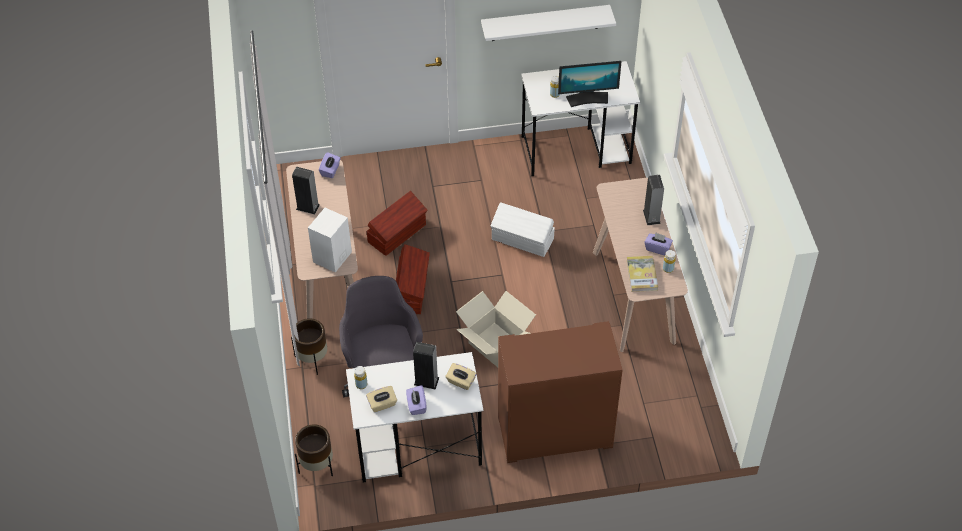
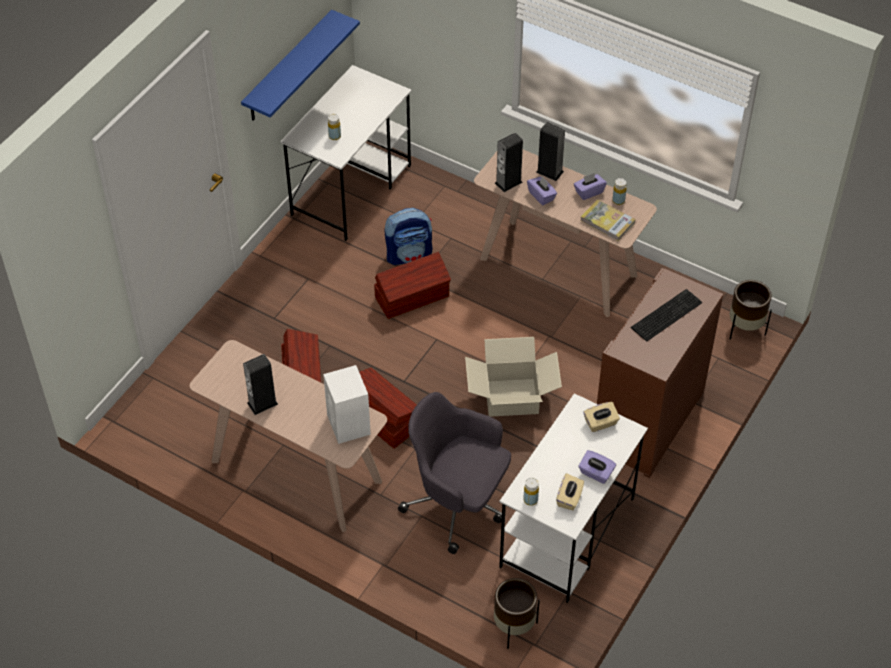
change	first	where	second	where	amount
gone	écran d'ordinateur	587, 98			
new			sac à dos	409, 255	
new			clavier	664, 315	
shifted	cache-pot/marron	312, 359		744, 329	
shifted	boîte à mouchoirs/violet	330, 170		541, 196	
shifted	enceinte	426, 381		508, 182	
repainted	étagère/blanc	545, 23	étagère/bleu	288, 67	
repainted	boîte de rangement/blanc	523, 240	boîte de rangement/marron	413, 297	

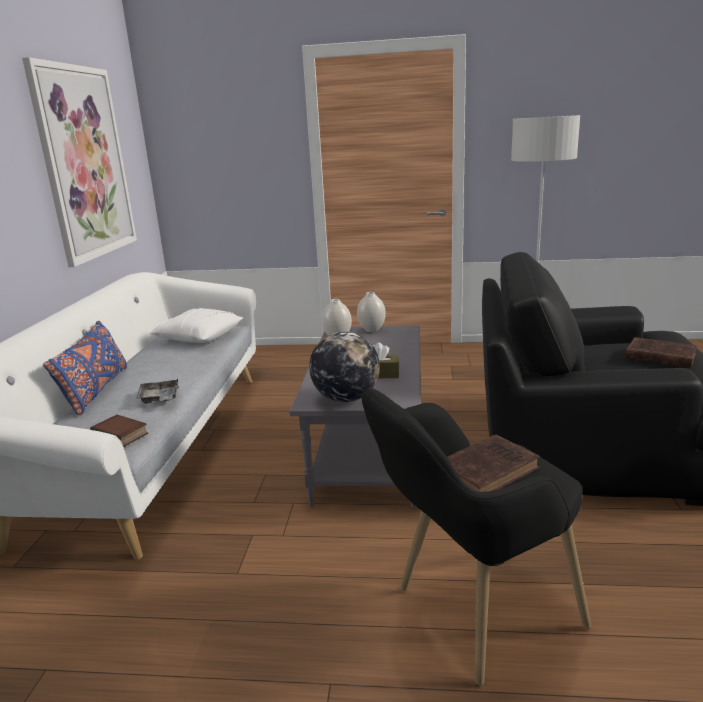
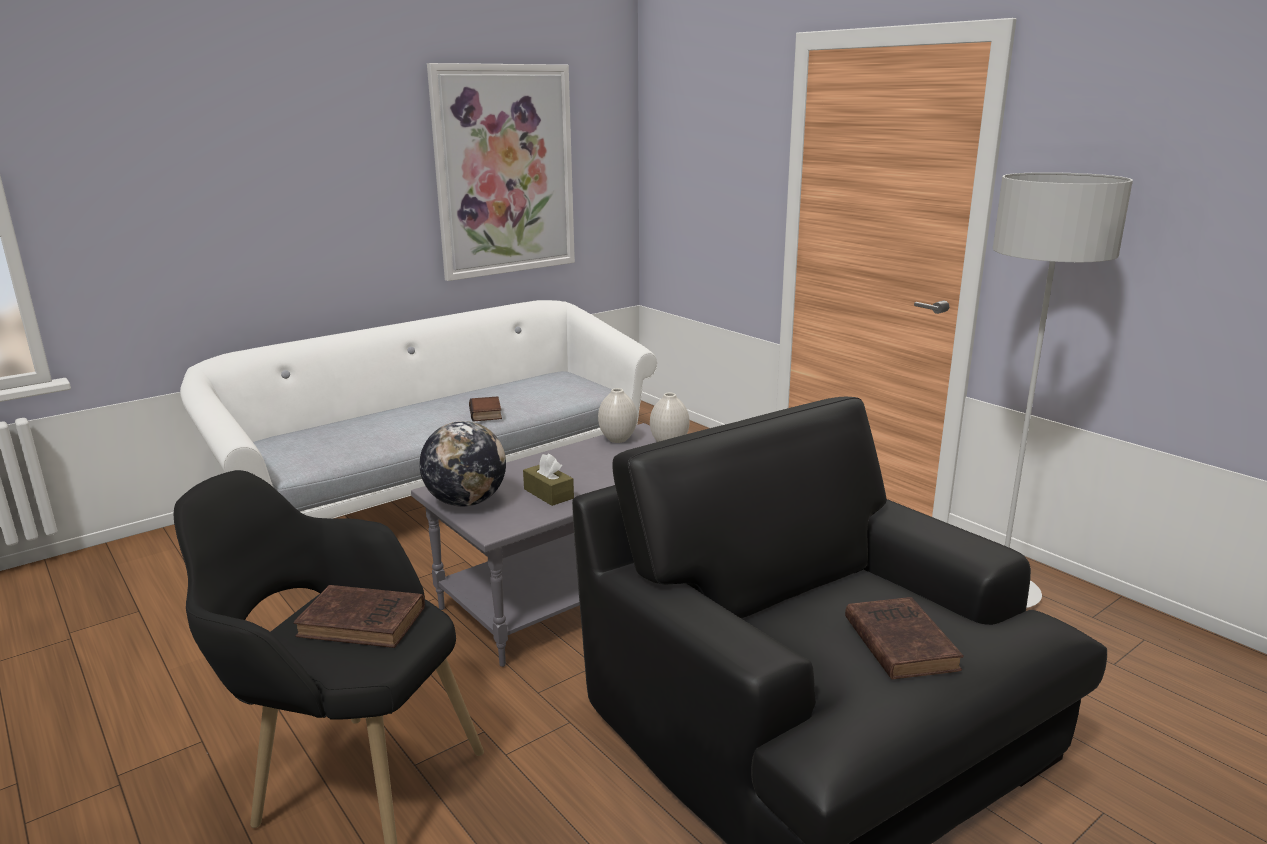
change	first	where	second	where	amount
gone	coussin/bleu	95, 390			
gone	plateau/gris	159, 398			
gone	coussin/blanc	199, 337			
shifted	livre	122, 435		487, 413	

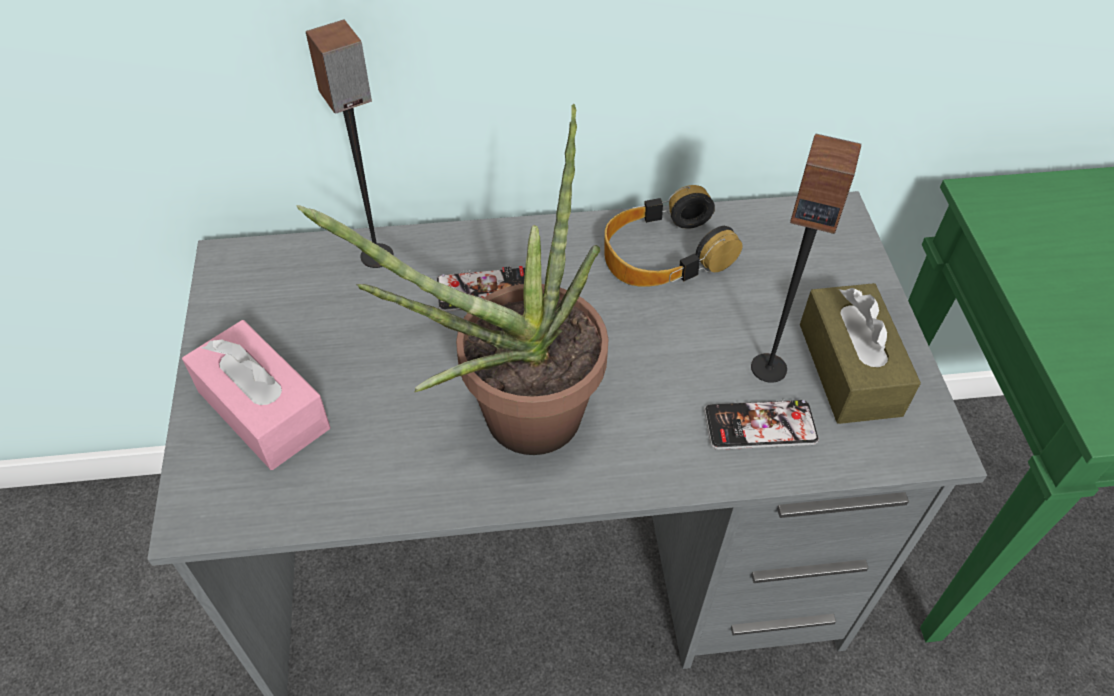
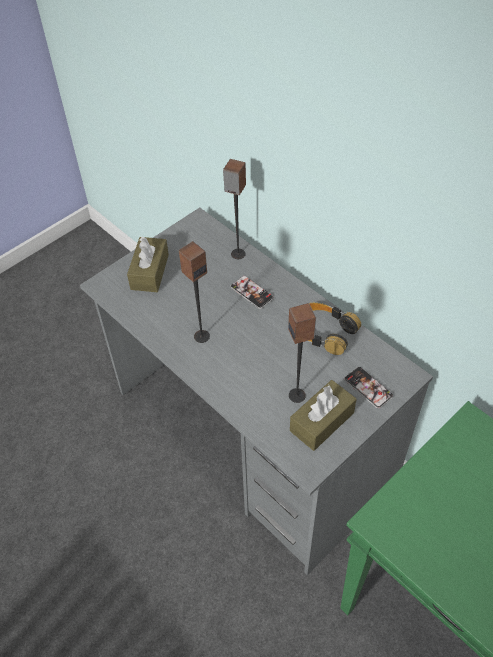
change	first	where	second	where	amount
shifted	téléphone	760, 426		368, 388	
swapped	plante en pot	512, 423	enceinte	201, 336	
repainted	boîte à mouchoirs/rose	263, 410	boîte à mouchoirs/marron	150, 272	

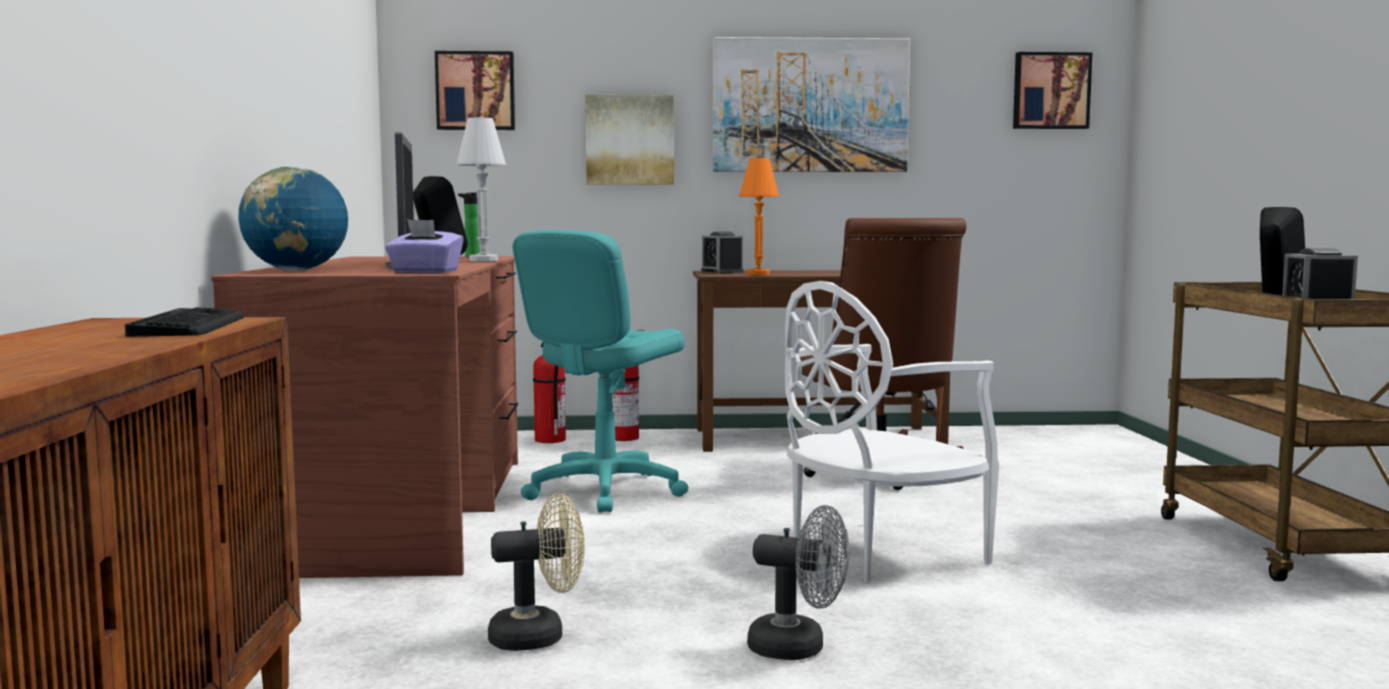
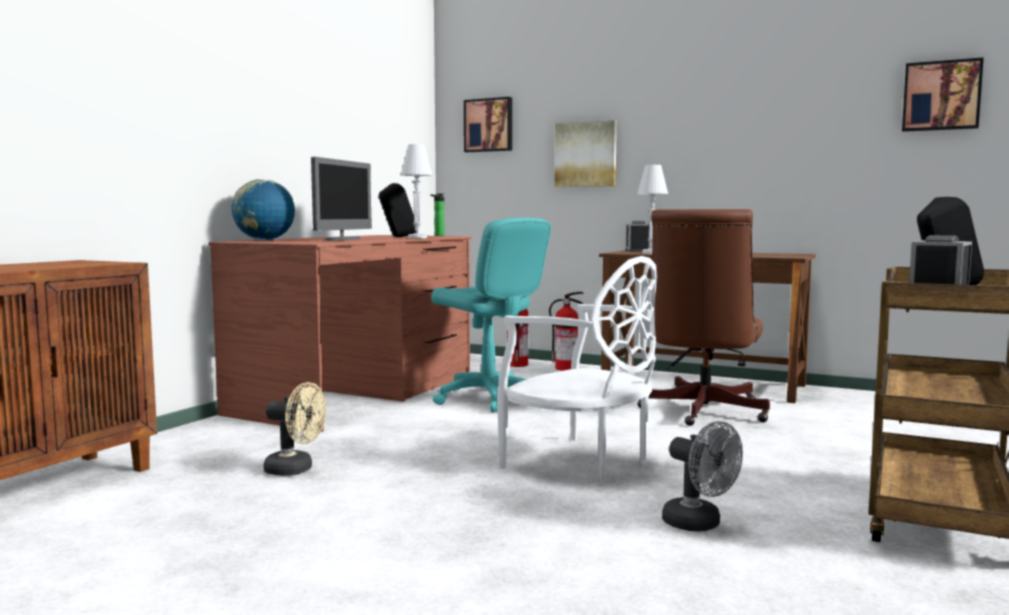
change	first	where	second	where	amount
gone	clavier	190, 326			
gone	boîte à mouchoirs/violet	425, 272			
gone	tableau	810, 105			
shifted	ventilateur/gris	799, 648		699, 524	
repainted	lampe de table/orange	758, 274	lampe de table/blanc	651, 253	
rotated	chaise de bureau/turquoise	604, 491		488, 398	105 degrees counterclockwise
rotated	chaise/blanc	876, 554		581, 463	135 degrees counterclockwise

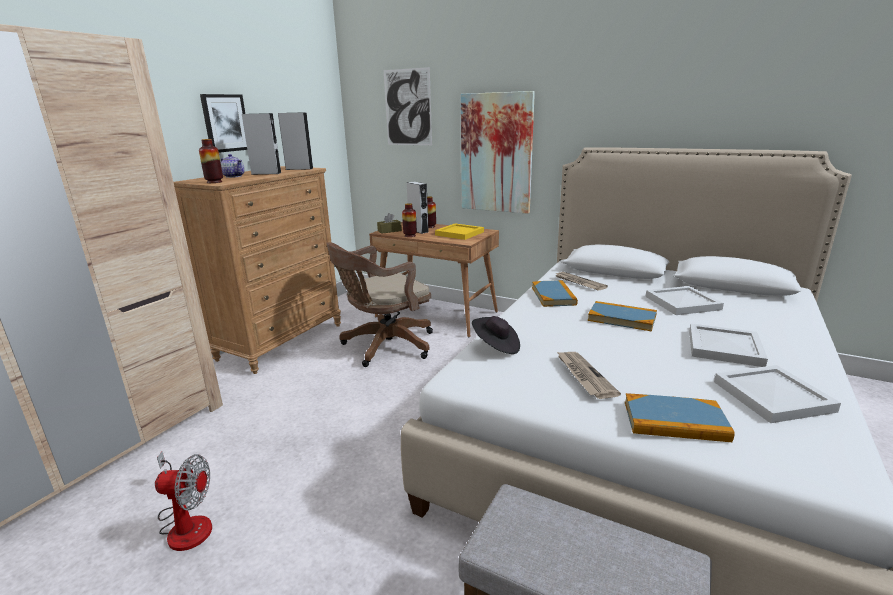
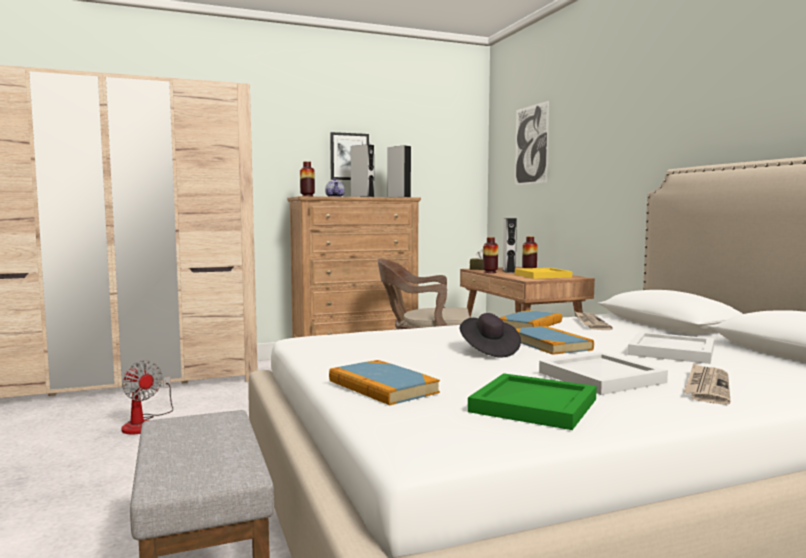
change	first	where	second	where	amount
gone	tableau	496, 153			
shifted	chapeau/noir	496, 346		488, 351	
shifted	journal	584, 376		706, 387	
repainted	plateau/blanc	772, 395	plateau/vert	536, 405	

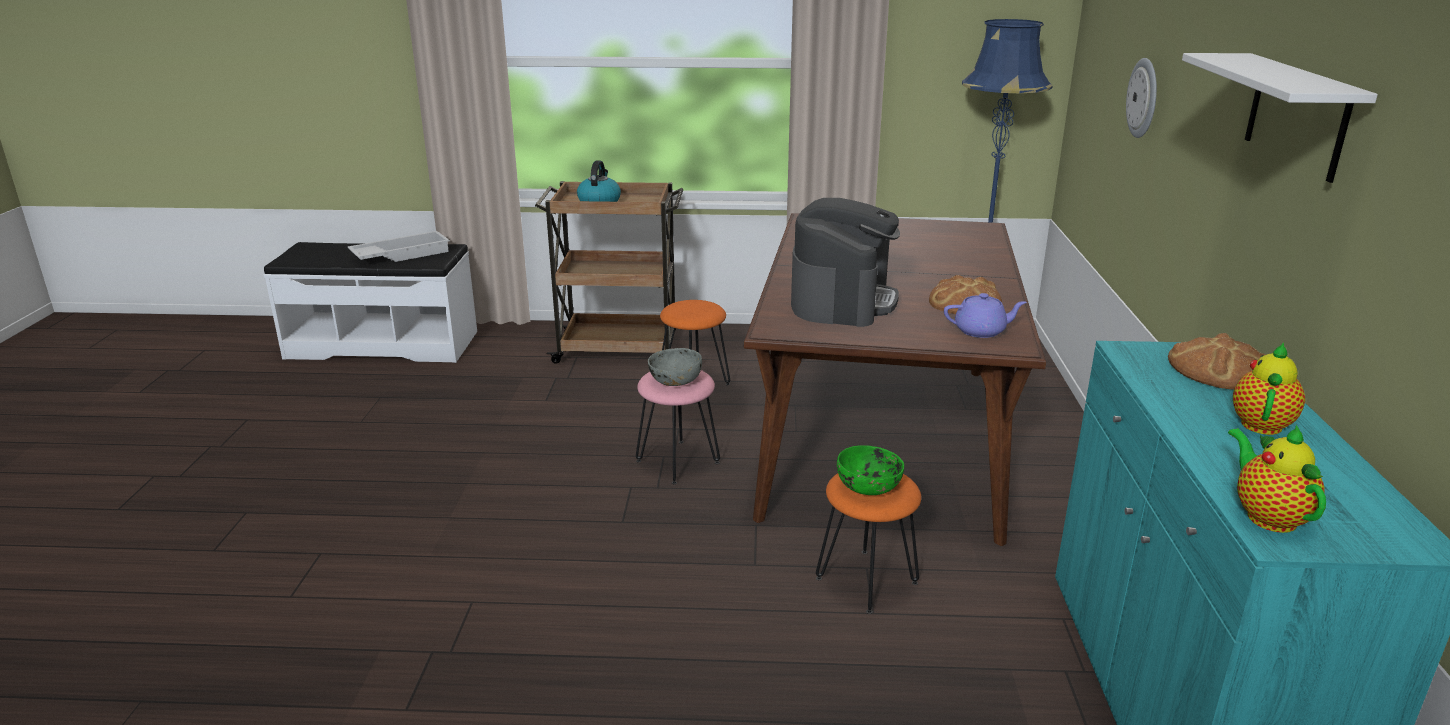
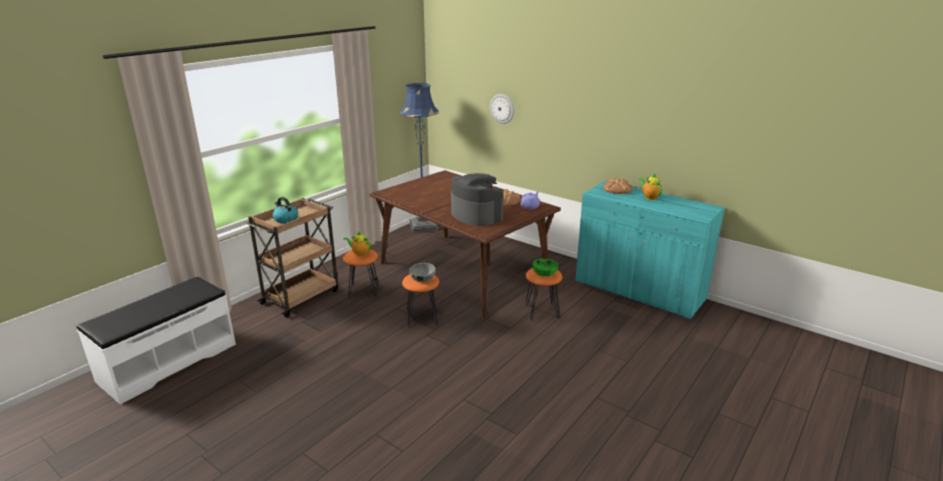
change	first	where	second	where	amount
gone	plateau/blanc	401, 254			
gone	étagère/blanc	1297, 116			
shifted	théière	1267, 516		359, 253	
repainted	tabouret/rose	677, 461	tabouret/orange	421, 318	

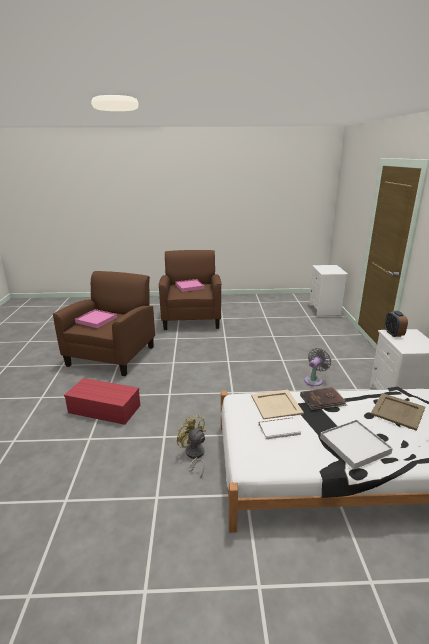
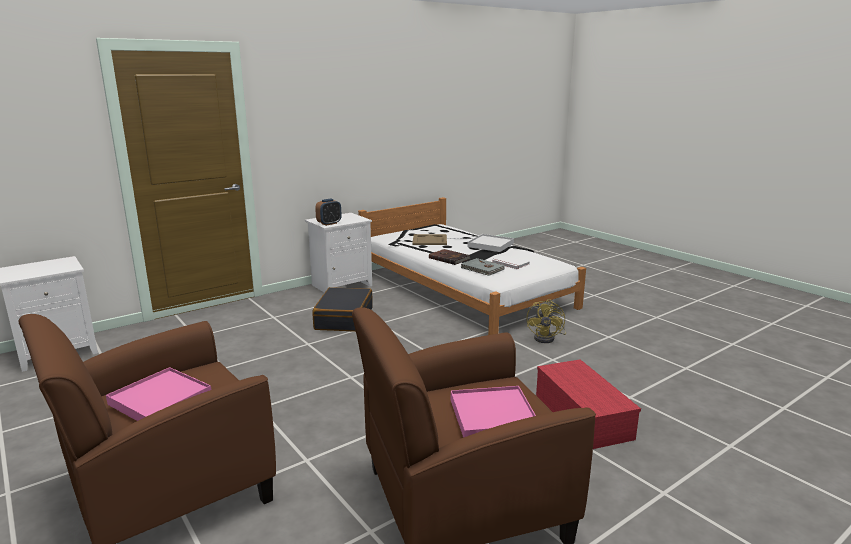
change	first	where	second	where	amount
swapped	plateau/beige	275, 404	livre/gris	482, 269	
swapped	ventilateur/gris	314, 380	valise/noir	343, 319	

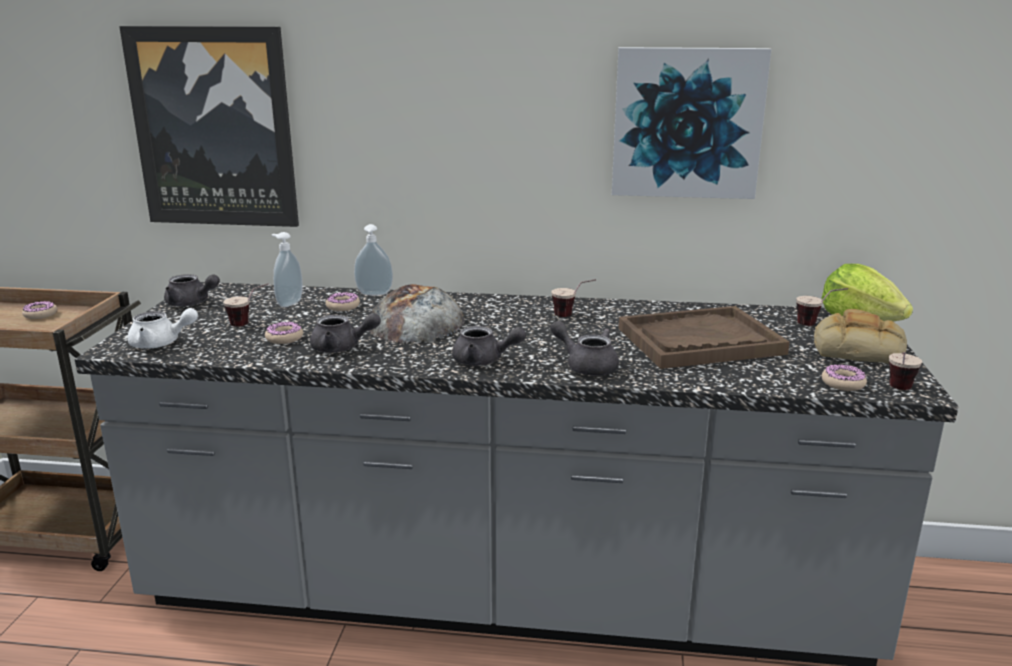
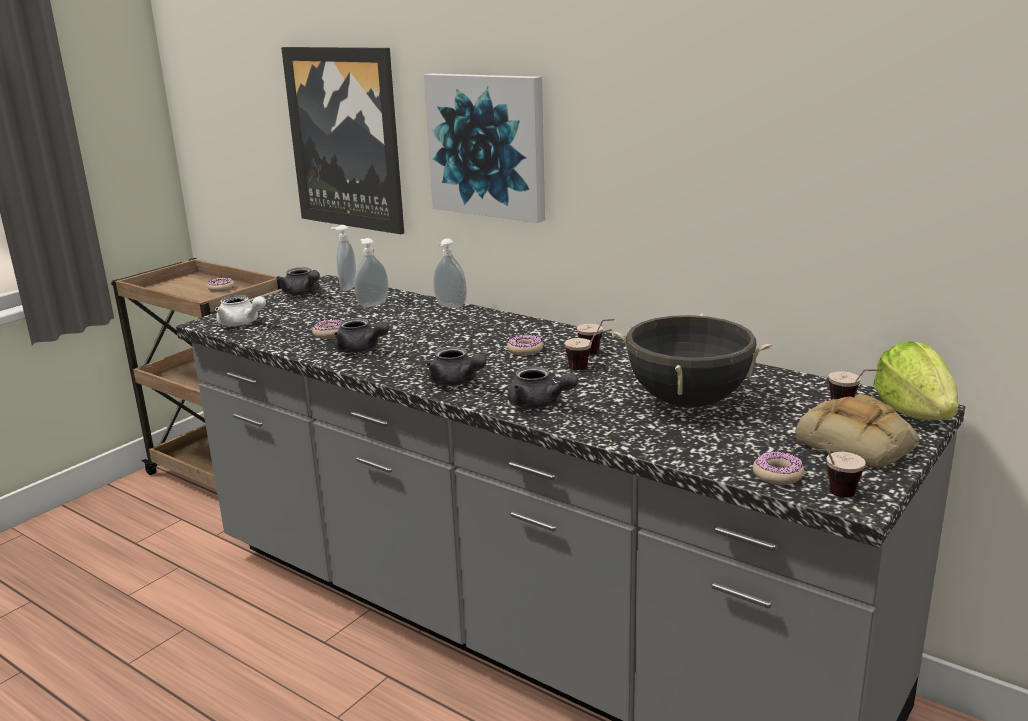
change	first	where	second	where	amount
gone	pain	416, 321			
new			distributeur de savon	347, 288	
shifted	tasse	250, 324		588, 369	
shifted	beignet	343, 306		525, 350	
shifted	tableau	687, 123		487, 145	
swapped	plateau/marron	699, 341	marmite/noir	687, 402	
rotated	théière/gris	586, 366		539, 404	150 degrees clockwise

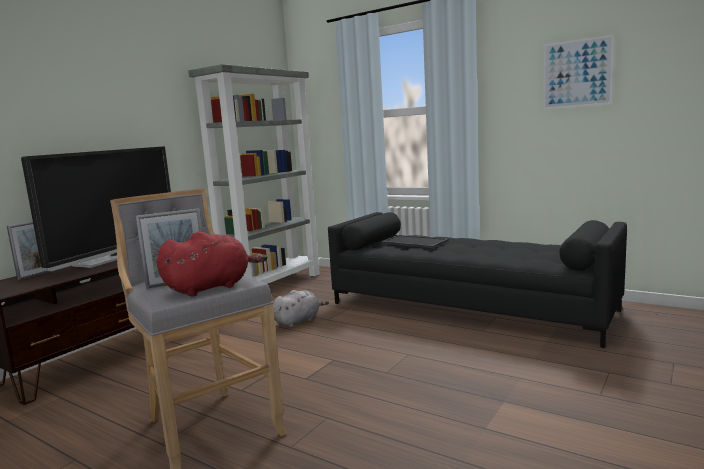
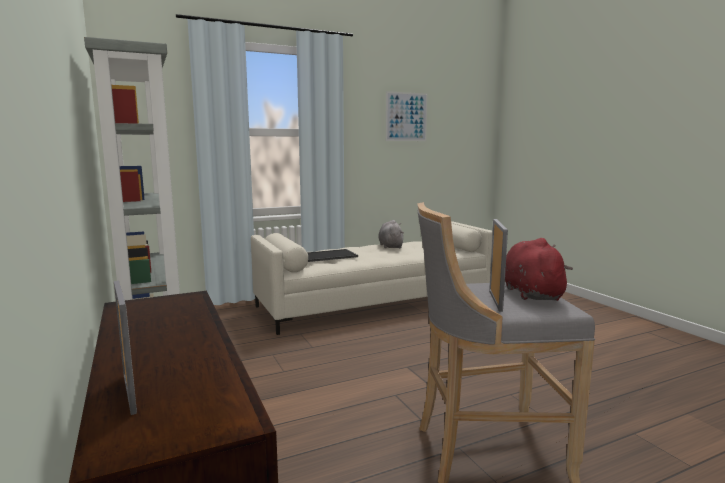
change	first	where	second	where	amount
gone	téléviseur	116, 257			
shifted	peluche/gris	298, 321		390, 246	
repainted	canapé/noir	469, 306	canapé/beige	375, 302	

